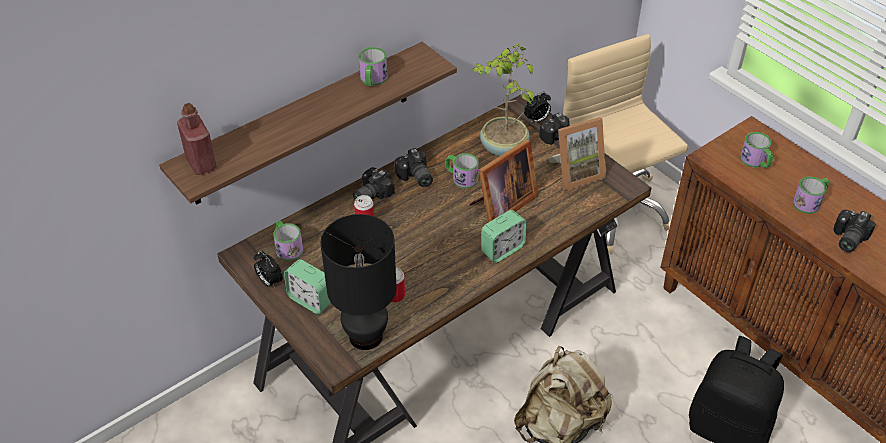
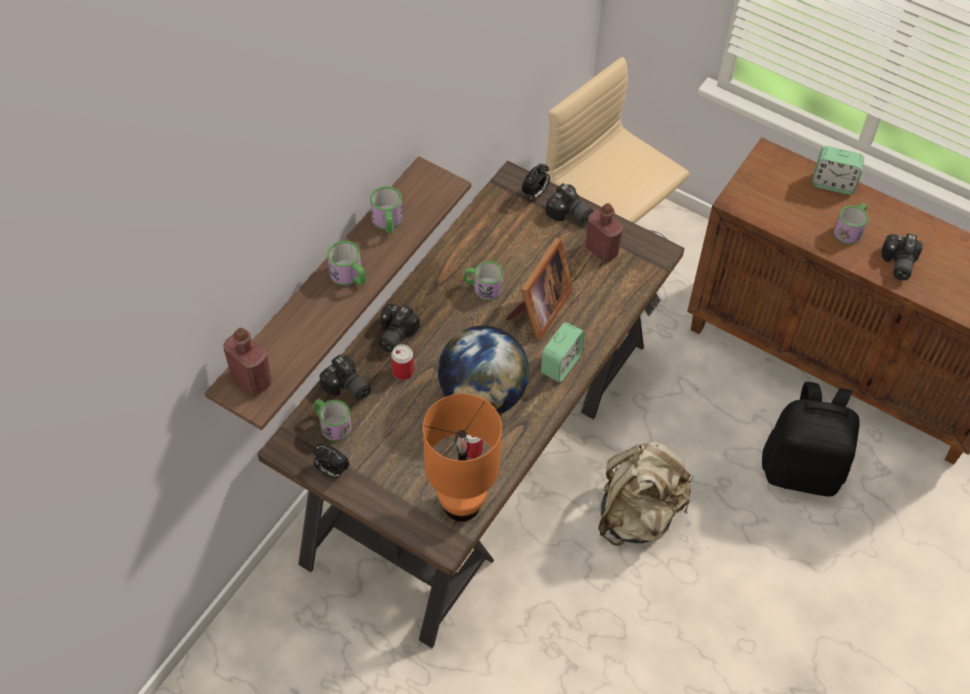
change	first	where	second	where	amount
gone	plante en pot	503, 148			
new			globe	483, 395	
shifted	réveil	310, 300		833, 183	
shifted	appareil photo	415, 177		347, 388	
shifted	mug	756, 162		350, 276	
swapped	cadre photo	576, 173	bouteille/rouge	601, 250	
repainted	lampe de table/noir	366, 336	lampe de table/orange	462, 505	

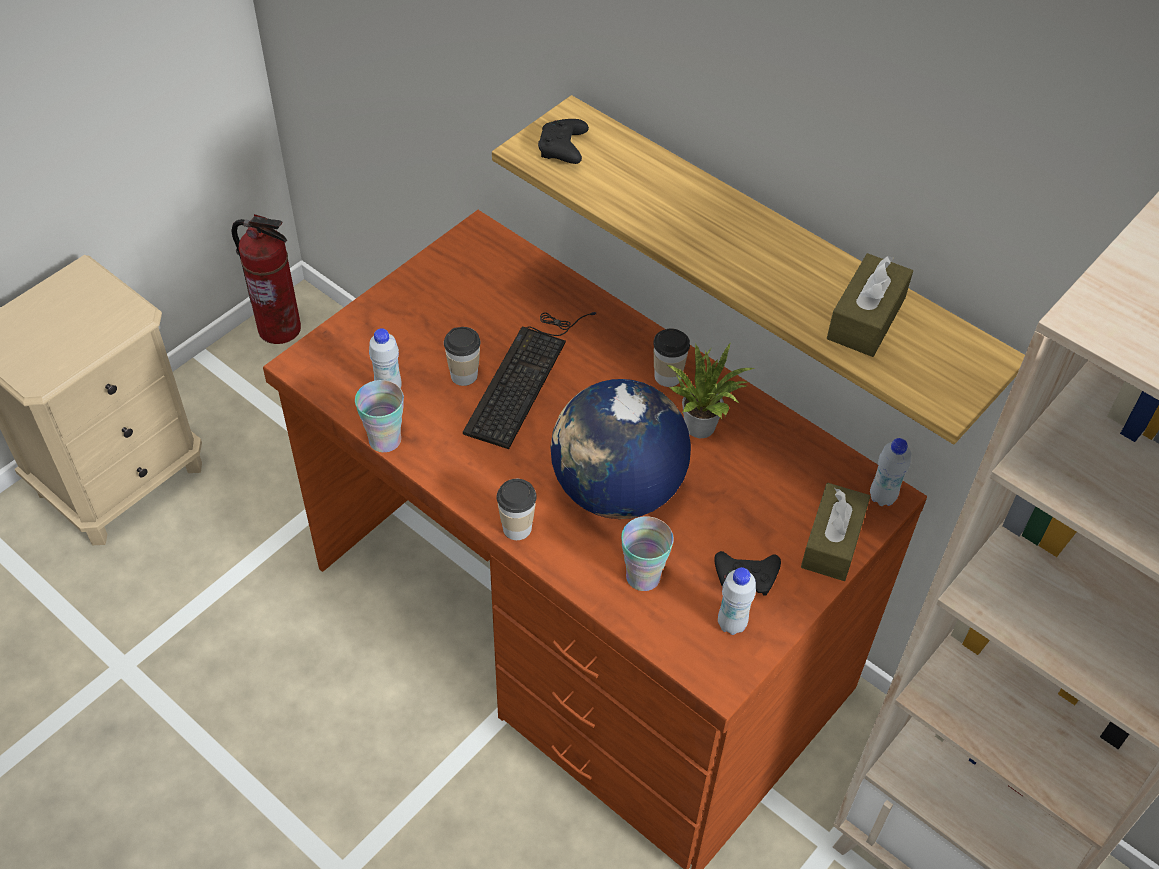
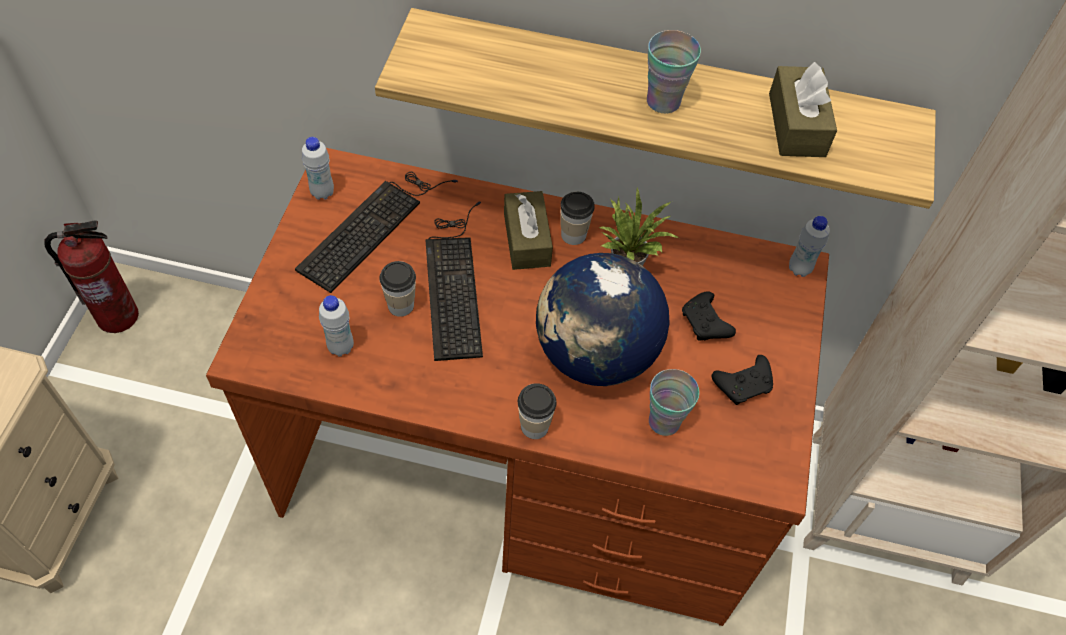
change	first	where	second	where	amount
new			clavier	373, 226	
shifted	tasse	385, 440		663, 101	
shifted	manette/noir	563, 150		705, 324	
shifted	bouteille/blanc	731, 624		322, 192	
shifted	boîte à mouchoirs/marron	832, 541		527, 239	

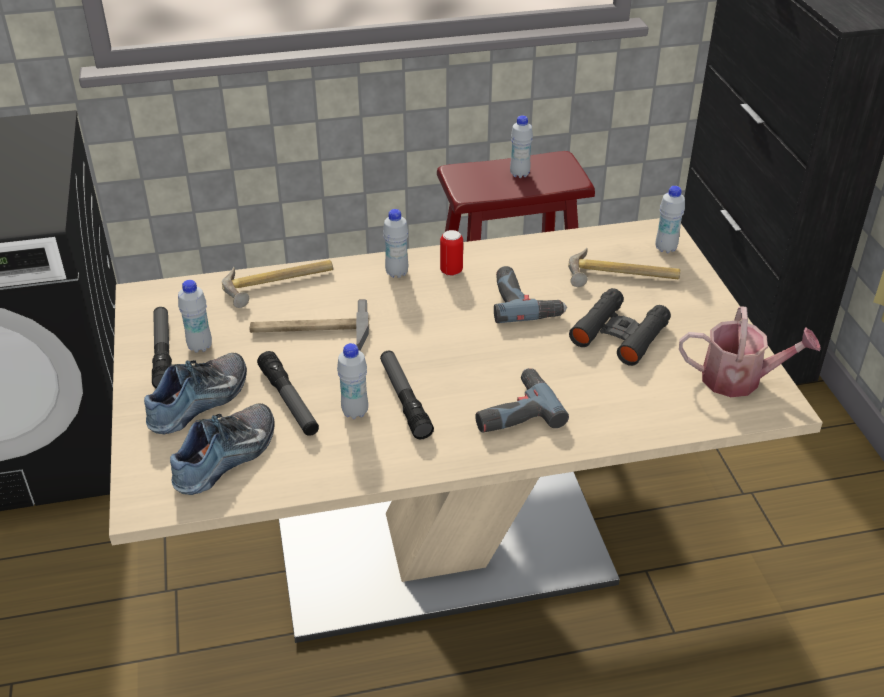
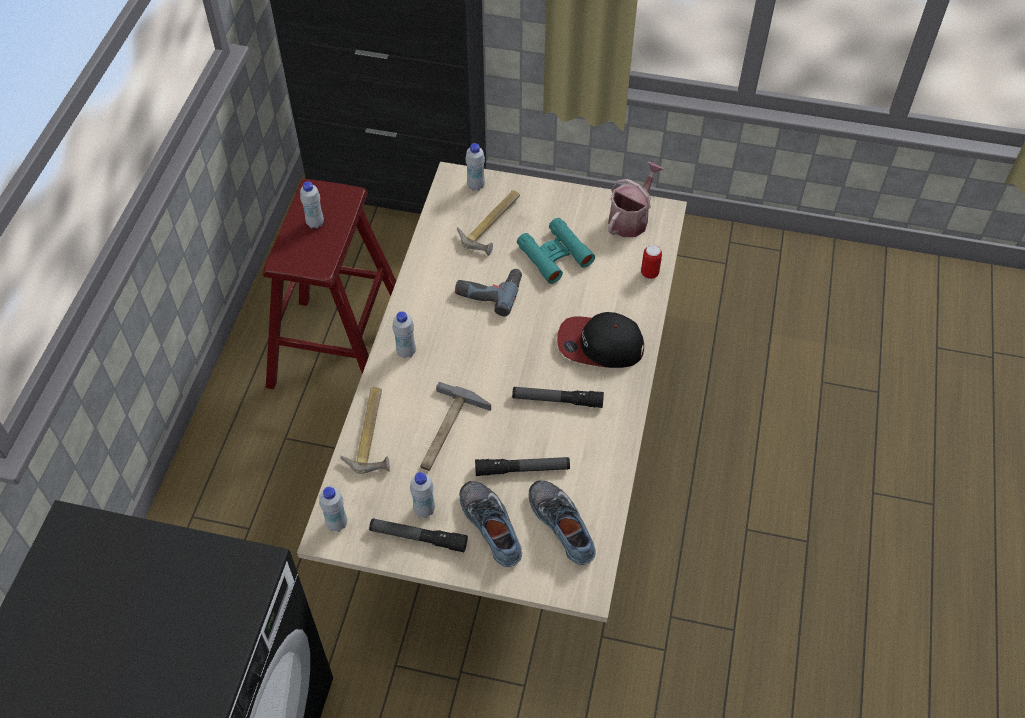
change	first	where	second	where	amount
shifted	bouteille/blanc	355, 412		337, 524	
shifted	boîte métallique	451, 271		649, 273	
swapped	perceuse	513, 410	casquette	599, 345	
repainted	jumelles/noir	619, 334	jumelles/turquoise	554, 255	

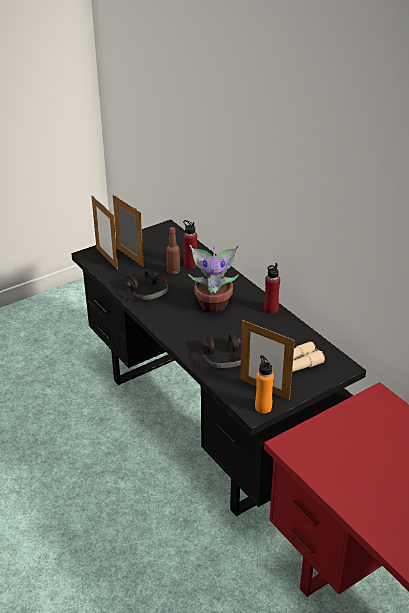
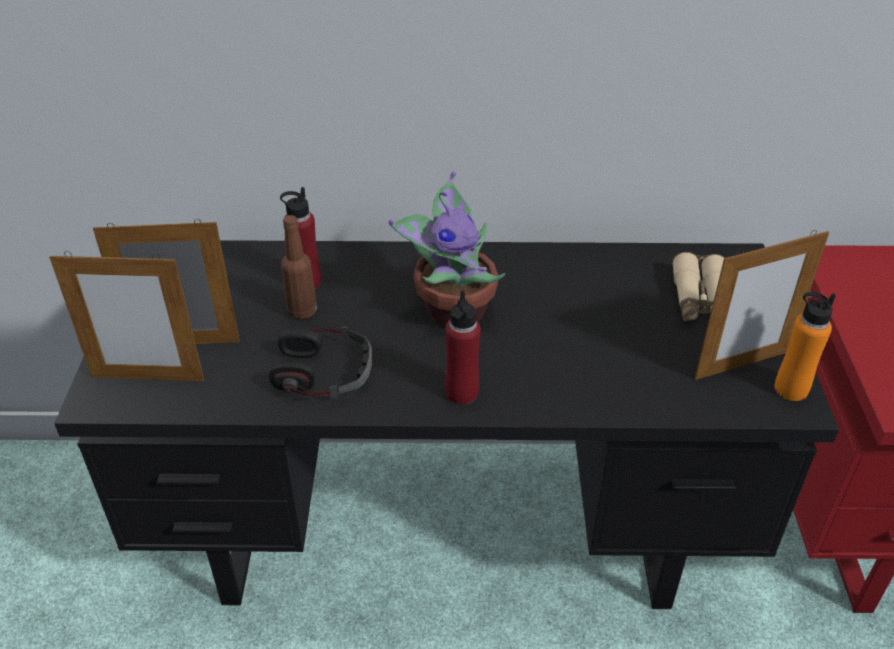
change	first	where	second	where	amount
gone	casque audio	224, 357			
shifted	bouteille/rouge	270, 309		461, 392	

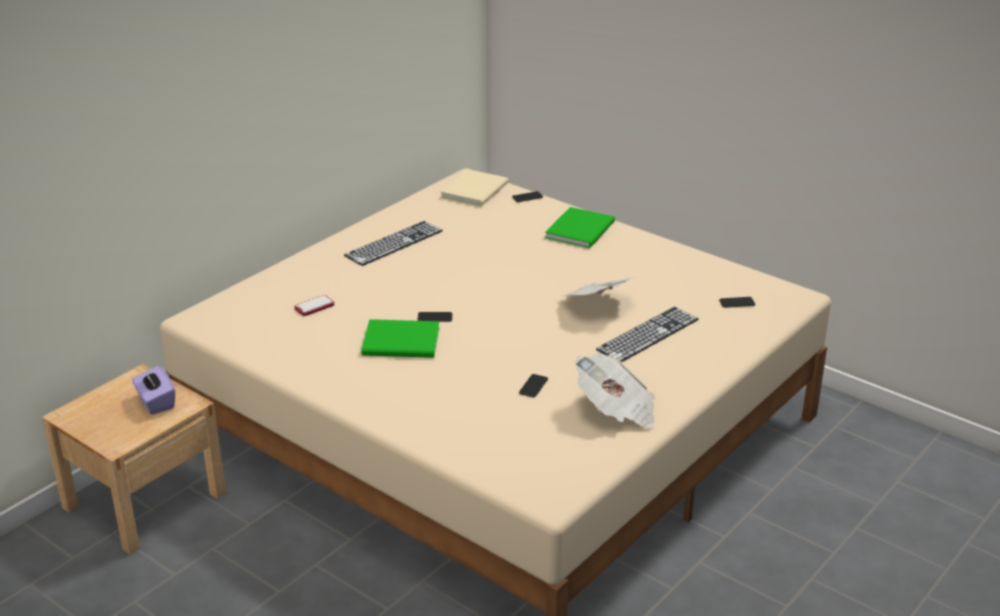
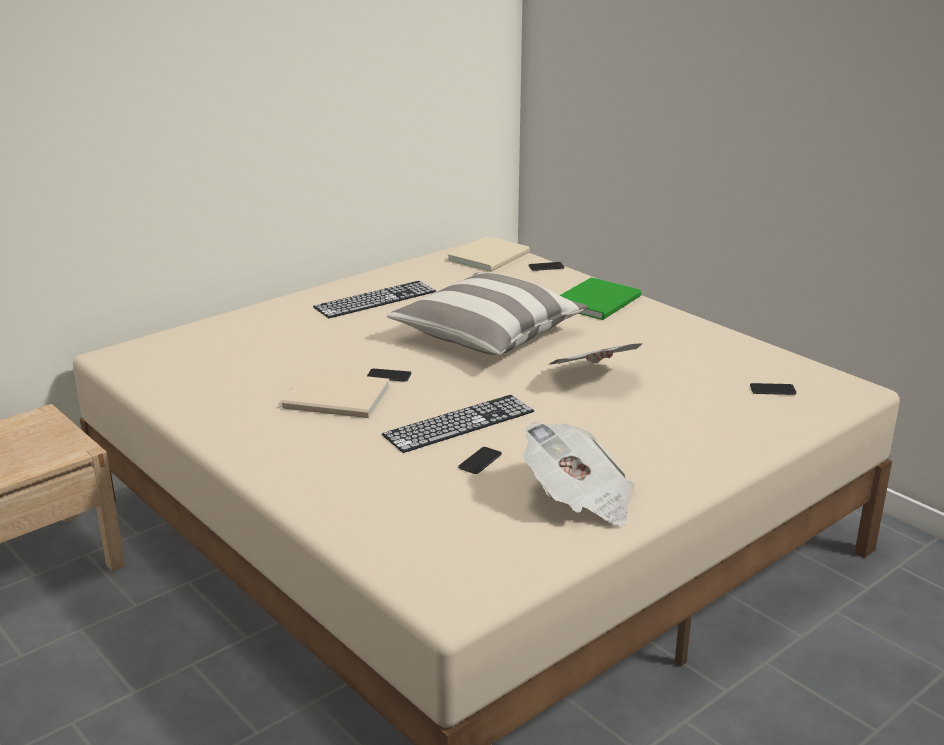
change	first	where	second	where	amount
gone	boîte à mouchoirs/violet	155, 402			
gone	téléphone	314, 306			
new			coussin	487, 336	
shifted	clavier	648, 334		459, 423	
repainted	livre/vert	403, 342	livre/beige	339, 399	

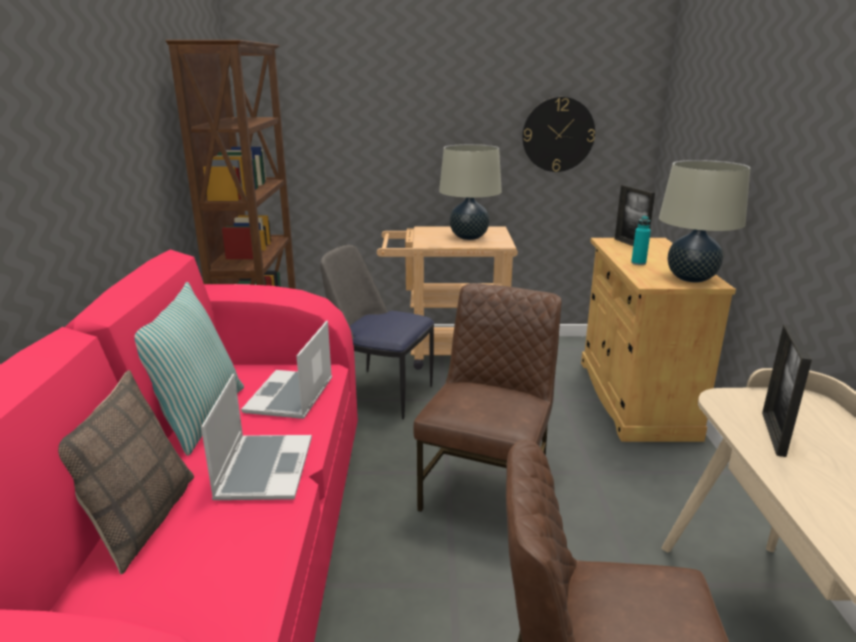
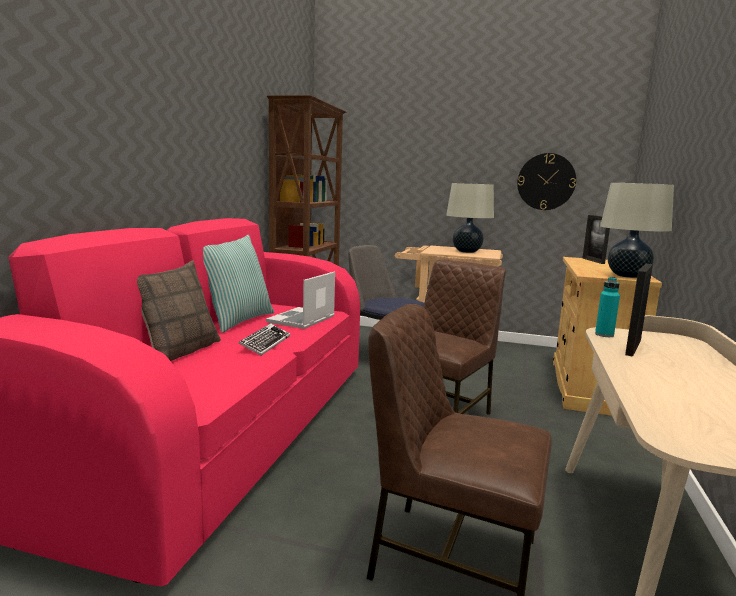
change	first	where	second	where	amount
shifted	bouteille/turquoise	638, 263		604, 335	
swapped	ordinateur portable	264, 468	clavier	265, 343	

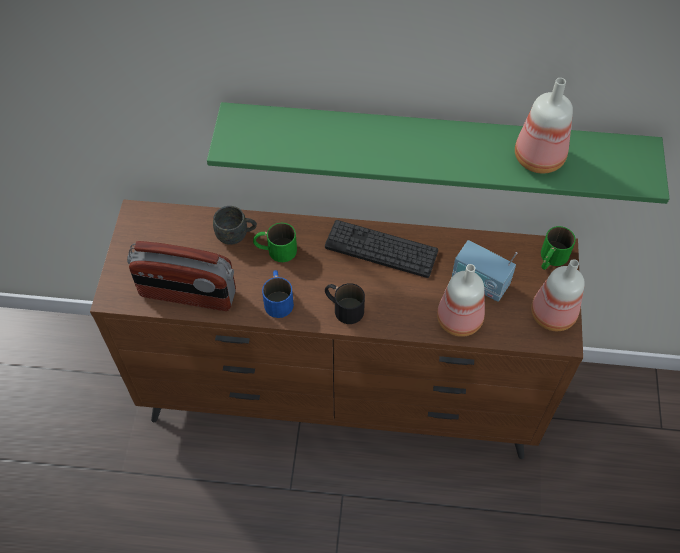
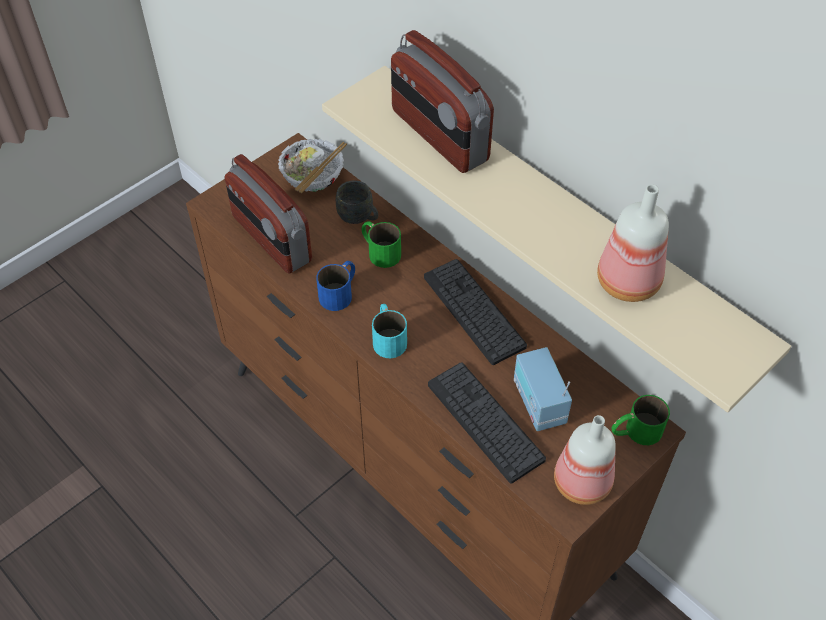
change	first	where	second	where	amount
new			bol	313, 180	
new			radio	438, 136	
swapped	bouteille	460, 319	clavier	485, 421	
repainted	étagère/vert	434, 146	étagère/beige	560, 223	
repainted	mug/noir	343, 307	mug/turquoise	388, 337	

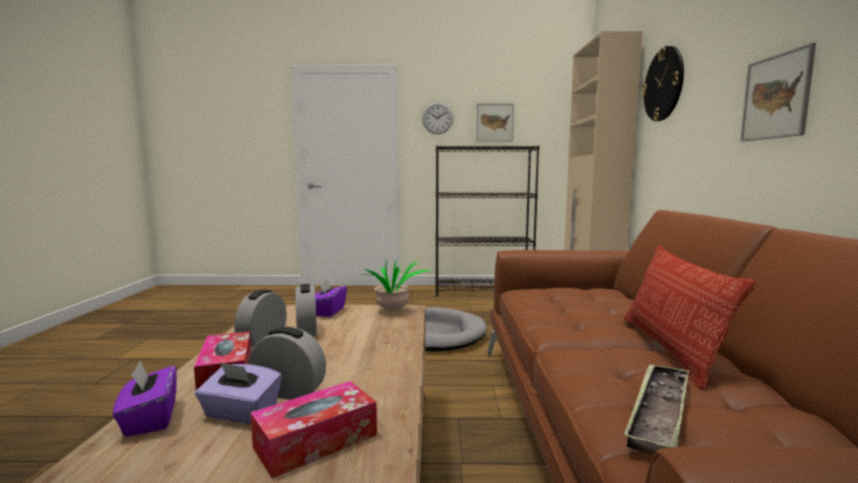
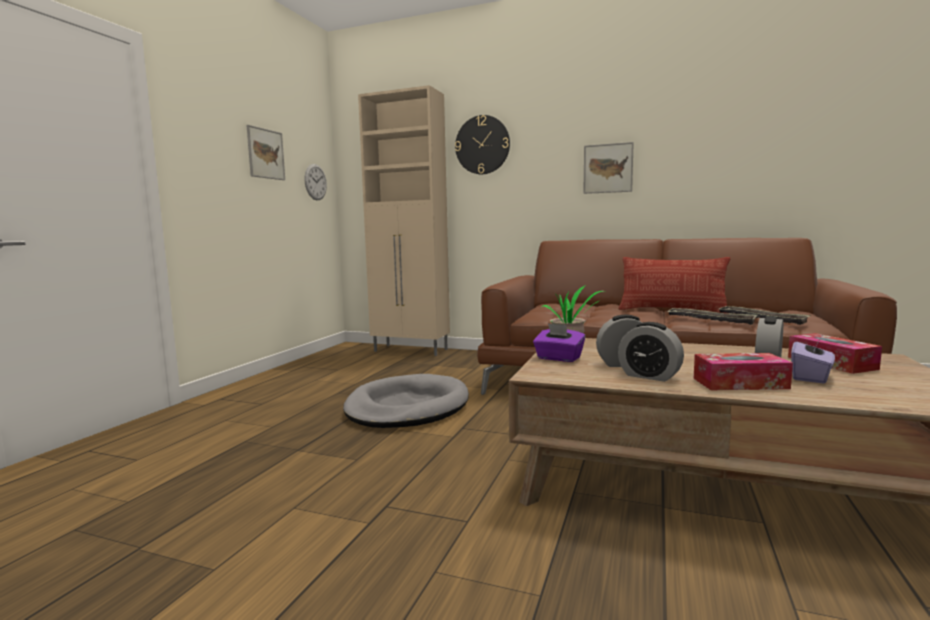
change	first	where	second	where	amount
gone	boîte à mouchoirs/violet	150, 419			
gone	bibliothèque/noir	483, 291			
new			plateau	710, 320	
shifted	horloge murale	437, 118		315, 182	

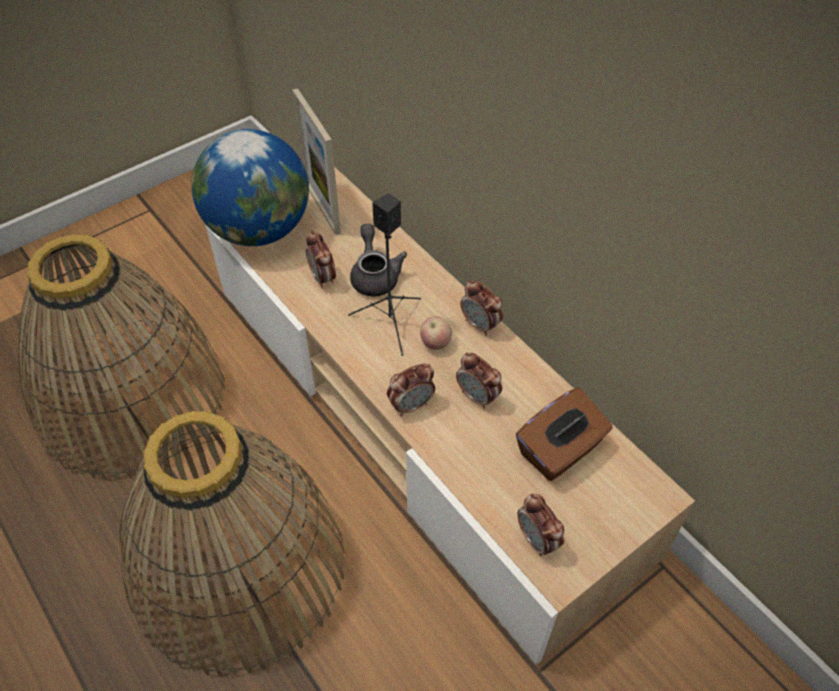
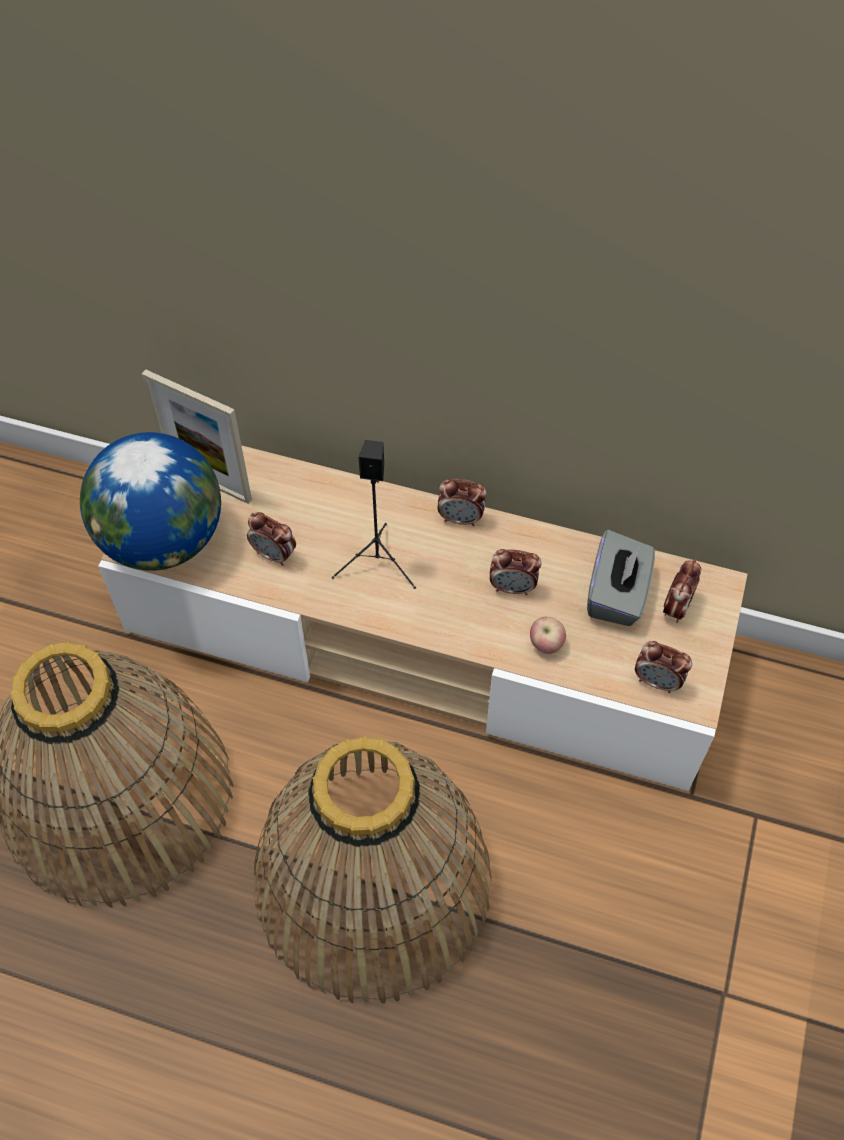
change	first	where	second	where	amount
gone	théière/gris	375, 275			
shifted	réveil	411, 405		676, 607	
shifted	pomme	435, 343		546, 644	
repainted	boîte à mouchoirs/marron	560, 451	boîte à mouchoirs/gris	617, 595	

